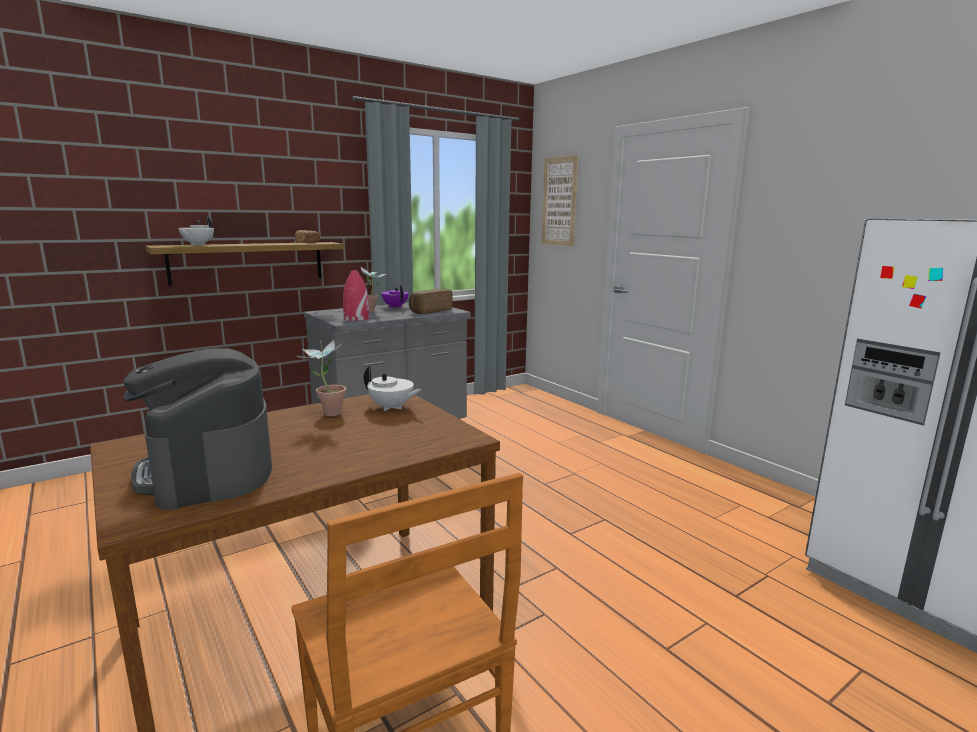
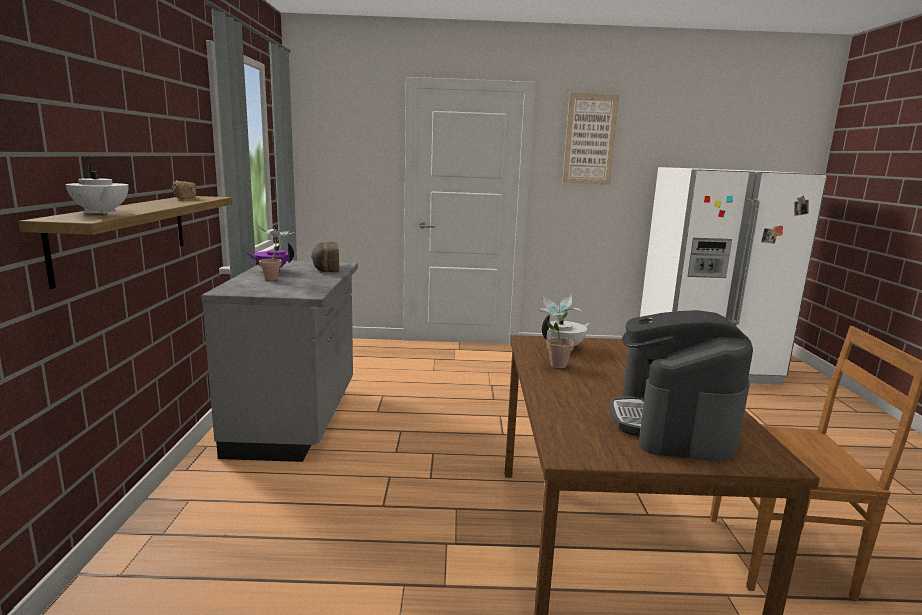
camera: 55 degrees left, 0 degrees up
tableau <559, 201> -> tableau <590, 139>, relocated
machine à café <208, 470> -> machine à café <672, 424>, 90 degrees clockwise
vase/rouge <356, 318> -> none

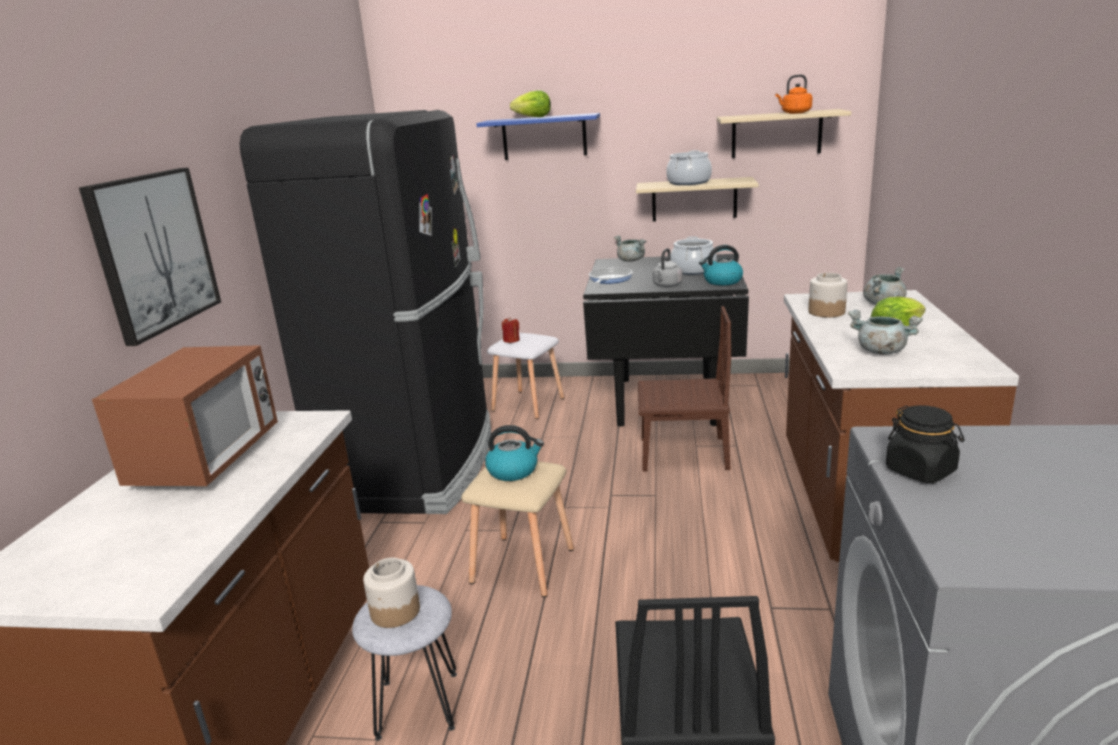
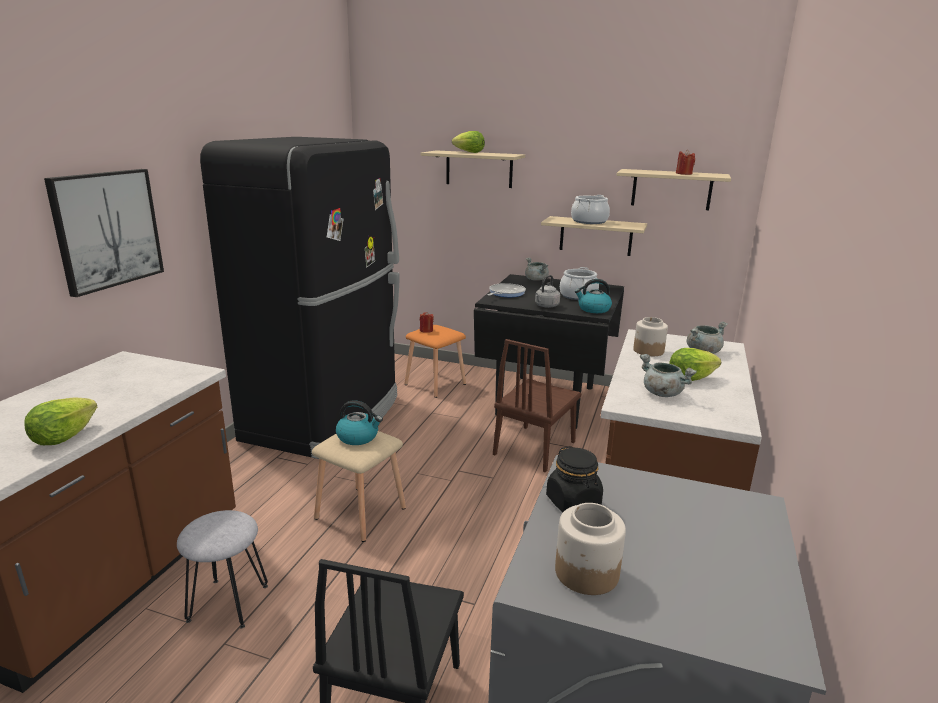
camera: 10 degrees right, 0 degrees up
none -> laitue <63, 437>
tabouret/blanc <528, 404> -> tabouret/orange <435, 384>
étagère/bleu <544, 137> -> étagère/beige <479, 169>
chaise/marron <683, 454> -> chaise/marron <534, 448>, 105 degrees clockwise
bocal <394, 611> -> bocal <586, 572>, relocated
bouilloire/orange <794, 113> -> bougie/rouge <684, 174>
micro-ondes <208, 459> -> none

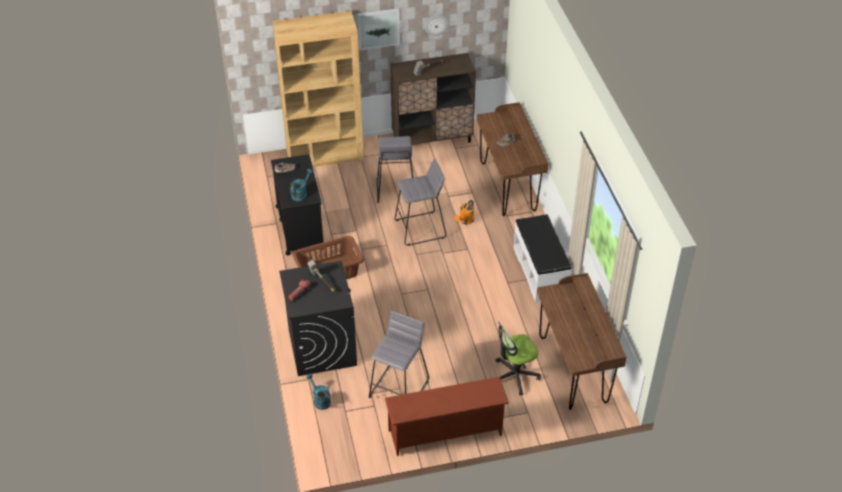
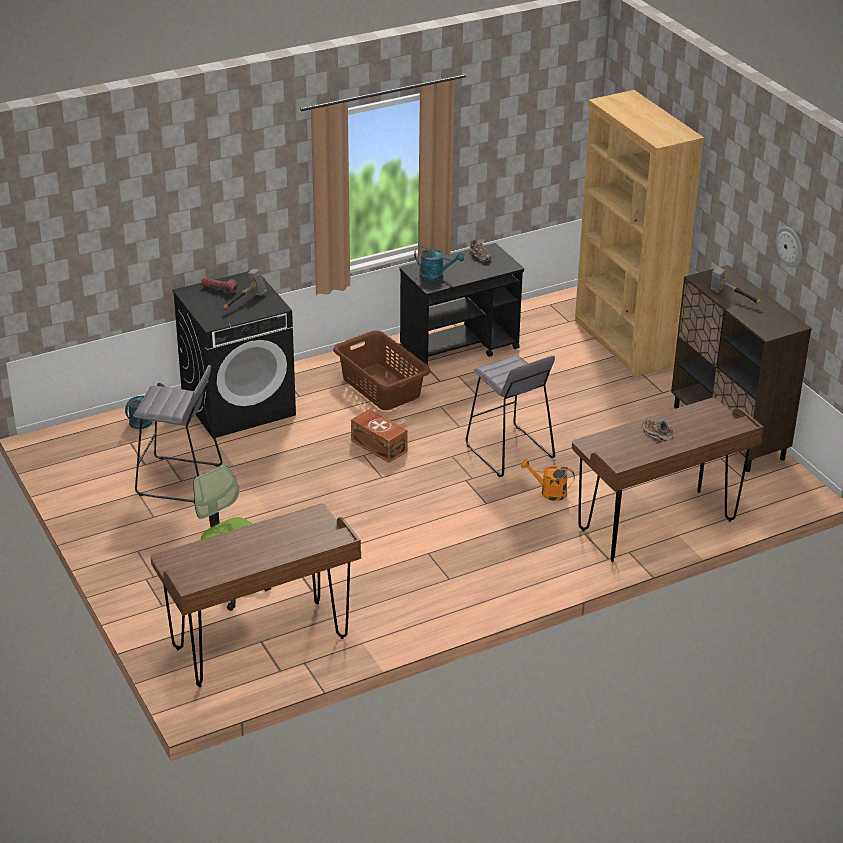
camera: 75 degrees right, 10 degrees down
none -> boîte de rangement/marron <379, 445>
tableau <378, 28> -> none
tabouret/gris <395, 189> -> none
étagère à chaussures/marron <445, 433> -> none
banc/blanc <540, 272> -> none

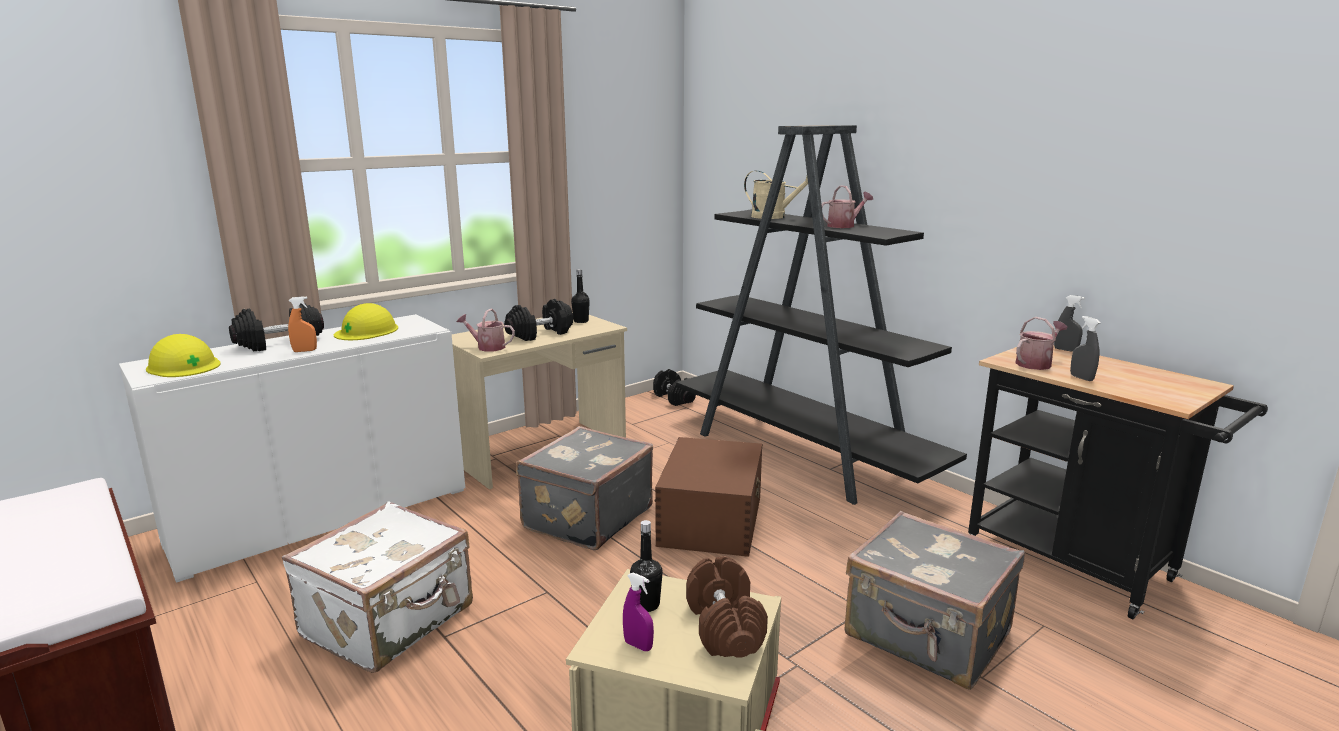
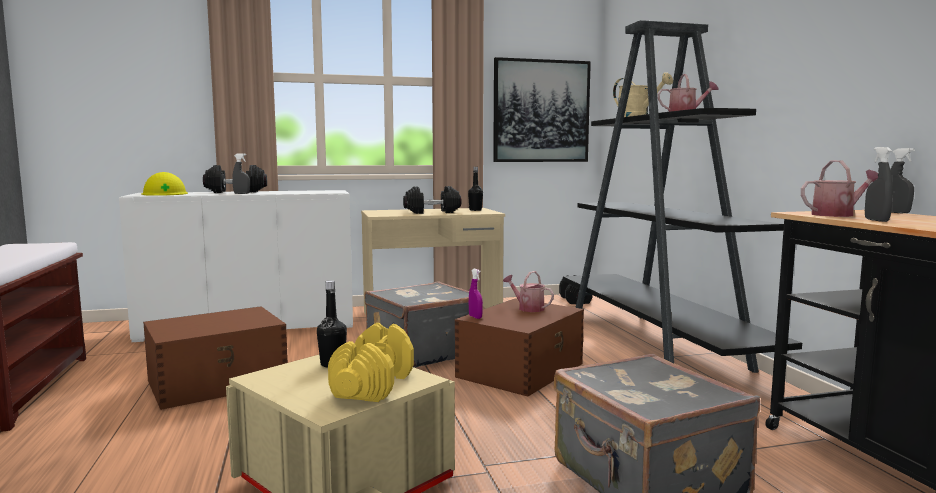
camera: 25 degrees right, 10 degrees down
valise/blanc <390, 622> -> boîte de rangement/marron <219, 382>
vaporisateur/orange <305, 351> -> vaporisateur/gris <241, 193>
haltère/marron <725, 627> -> haltère/jaune <373, 385>
vaporisateur/violet <638, 645> -> vaporisateur/violet <475, 317>, relocated
none -> tableau <541, 111>
arrosoir <487, 347> -> arrosoir <528, 308>, relocated
casque de chantier/jaune <367, 331> -> none

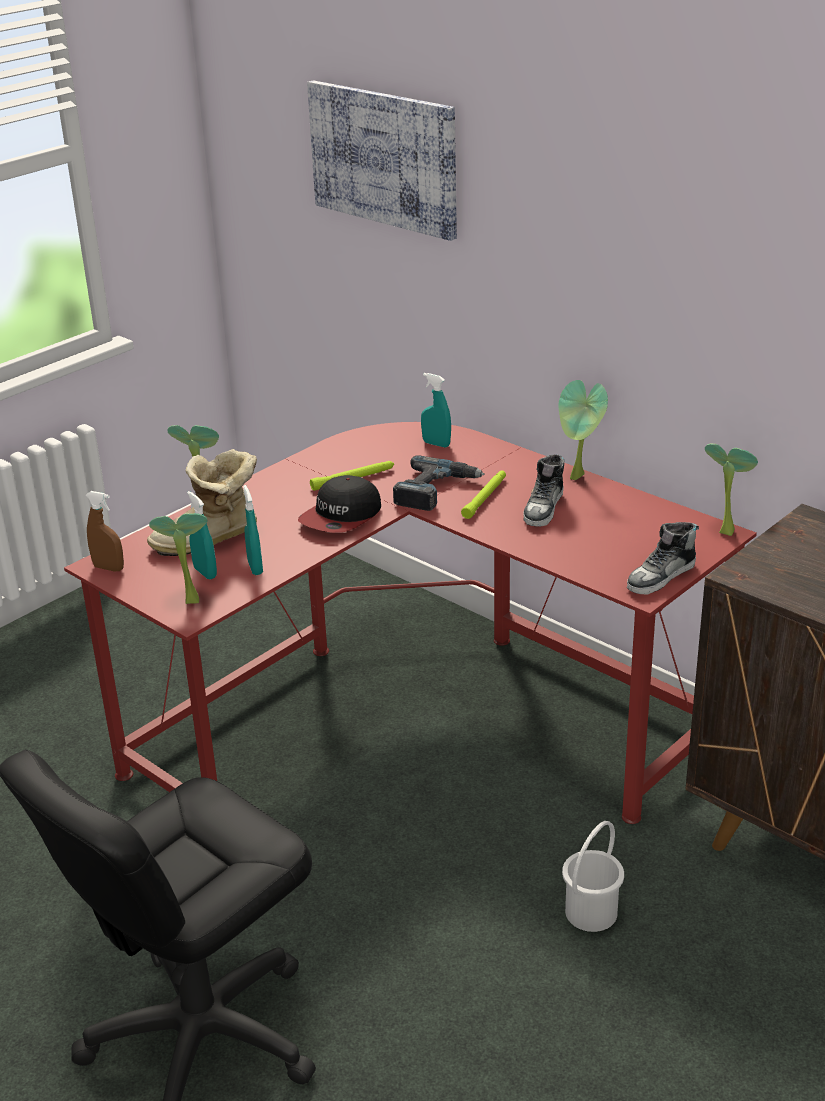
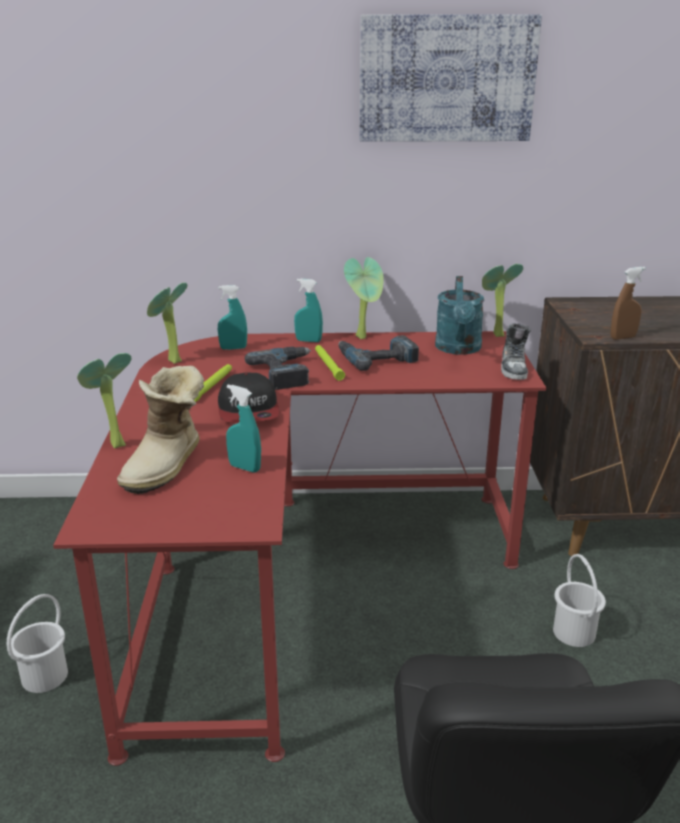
camera: 45 degrees left, 5 degrees down
none -> seau/blanc <43, 676>
plante en pot <189, 599> -> plante en pot <171, 362>, relocated
vaporisateur/turquoise <205, 572> -> vaporisateur/turquoise <308, 341>, relocated
chaussure <544, 508> -> perceuse <377, 358>
tableau <384, 158> -> tableau <447, 79>, relocated
none -> arrosoir/turquoise <458, 349>
vaporisateur/marron <108, 568> -> vaporisateur/marron <623, 337>, relocated

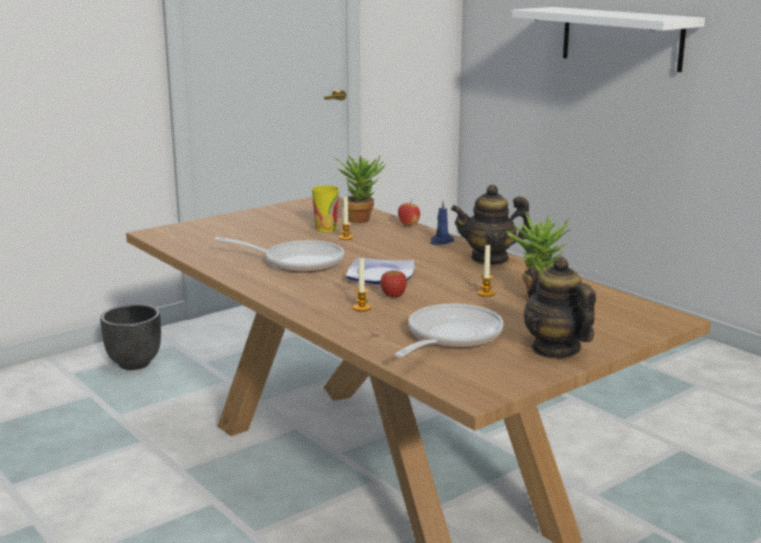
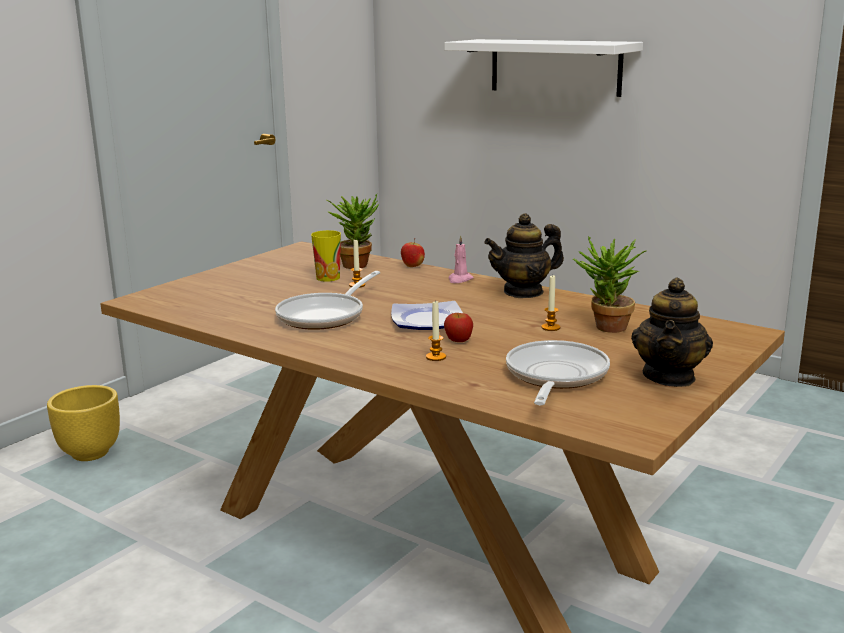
camera: 15 degrees left, 0 degrees up
cache-pot/noir <134, 364> -> cache-pot/jaune <89, 453>
poêle <297, 262> -> poêle <325, 316>, 120 degrees clockwise
bougie/bleu <441, 241> -> bougie/rose <459, 279>
théière <555, 349> -> théière <669, 377>, 120 degrees counterclockwise

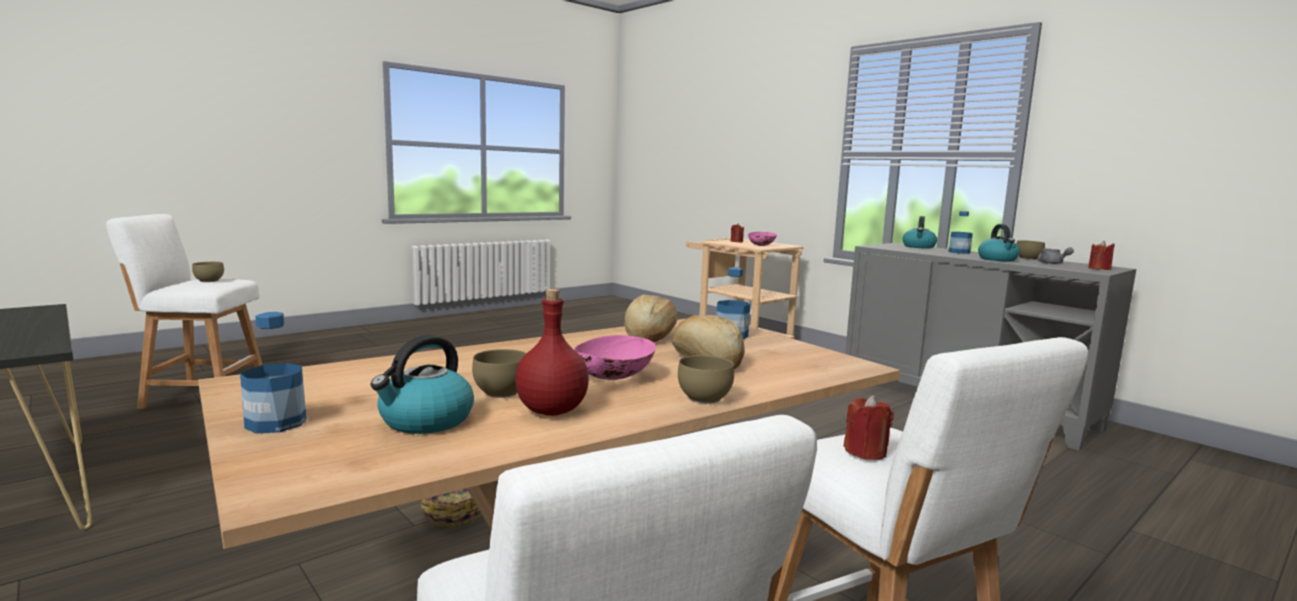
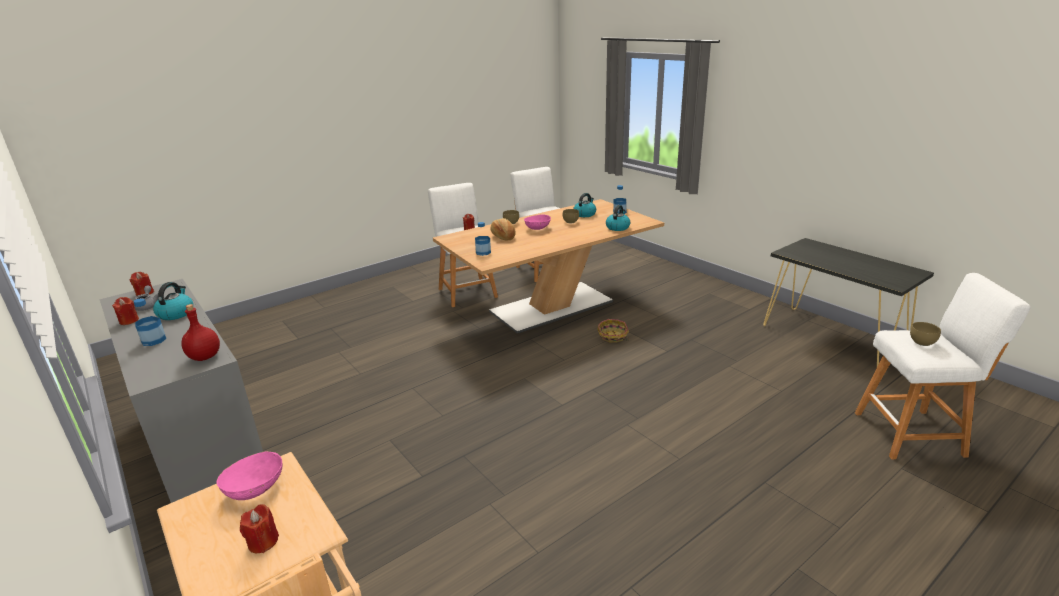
camera: 175 degrees left, 15 degrees up
bol/marron <1029, 258> -> bougie/rouge <129, 321>
bouteille/rouge <550, 411> -> bouteille/rouge <205, 356>, relocated
bouilloire <918, 247> -> bouilloire <617, 227>, relocated
pain <648, 336> -> none

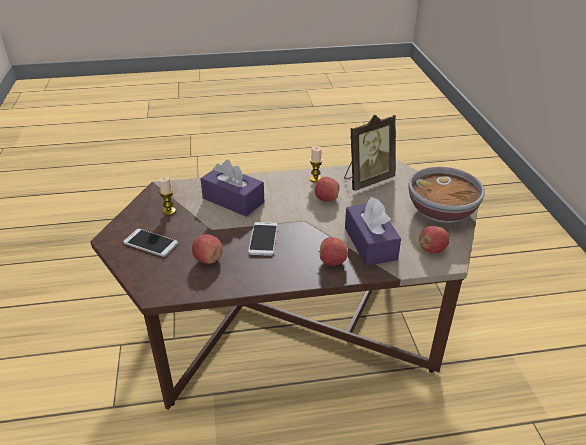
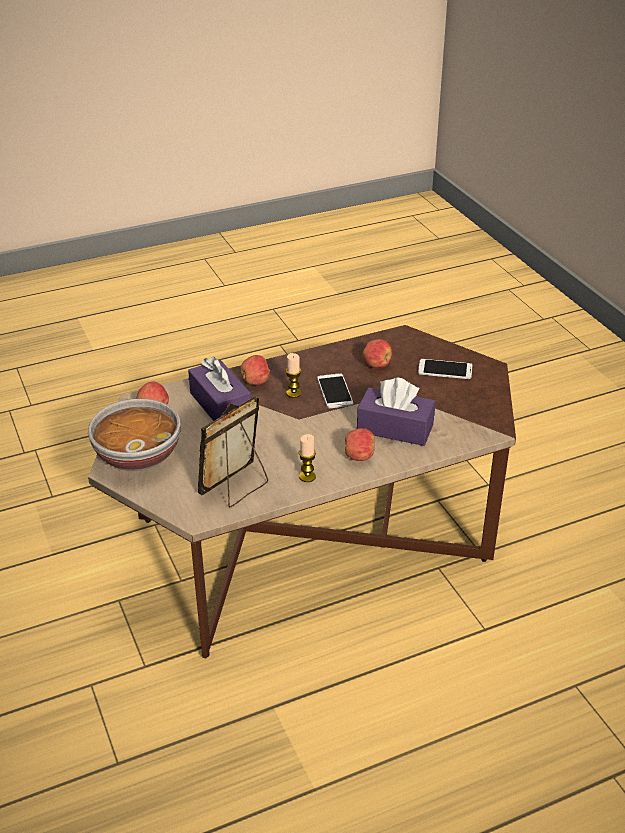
camera: 165 degrees right, 0 degrees up
bougie <169, 211> -> bougie <293, 393>, relocated
pomme <326, 199> -> pomme <359, 456>, relocated

